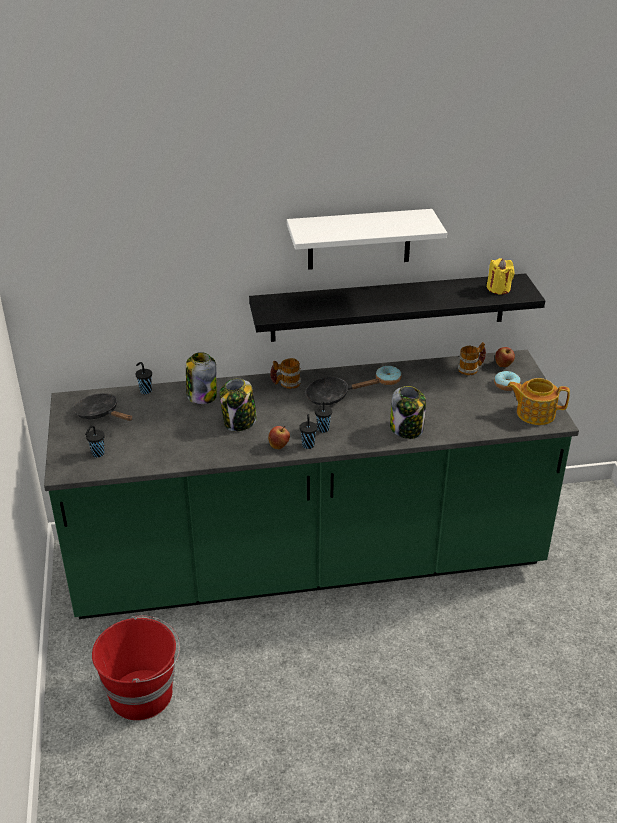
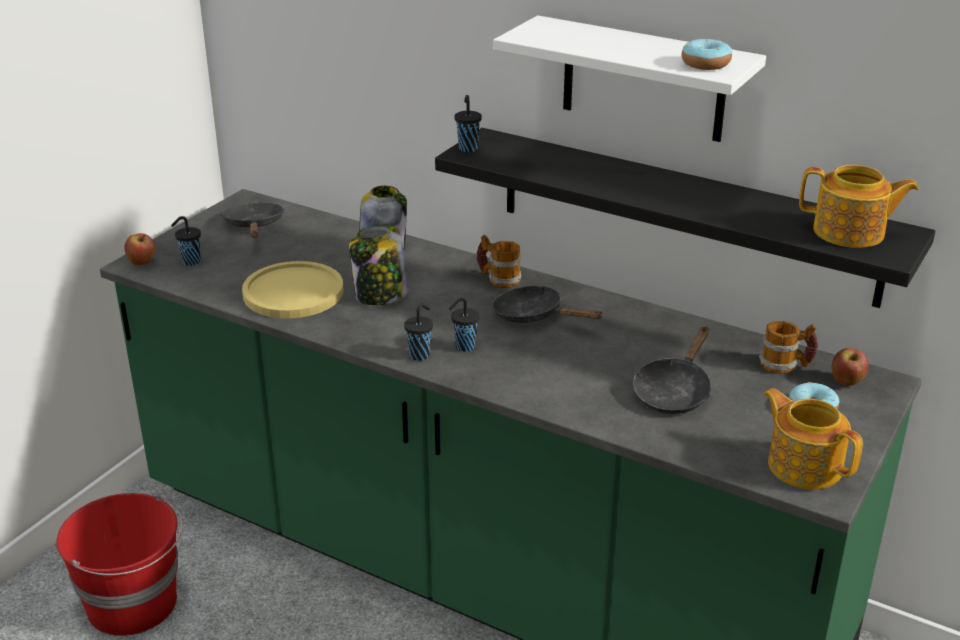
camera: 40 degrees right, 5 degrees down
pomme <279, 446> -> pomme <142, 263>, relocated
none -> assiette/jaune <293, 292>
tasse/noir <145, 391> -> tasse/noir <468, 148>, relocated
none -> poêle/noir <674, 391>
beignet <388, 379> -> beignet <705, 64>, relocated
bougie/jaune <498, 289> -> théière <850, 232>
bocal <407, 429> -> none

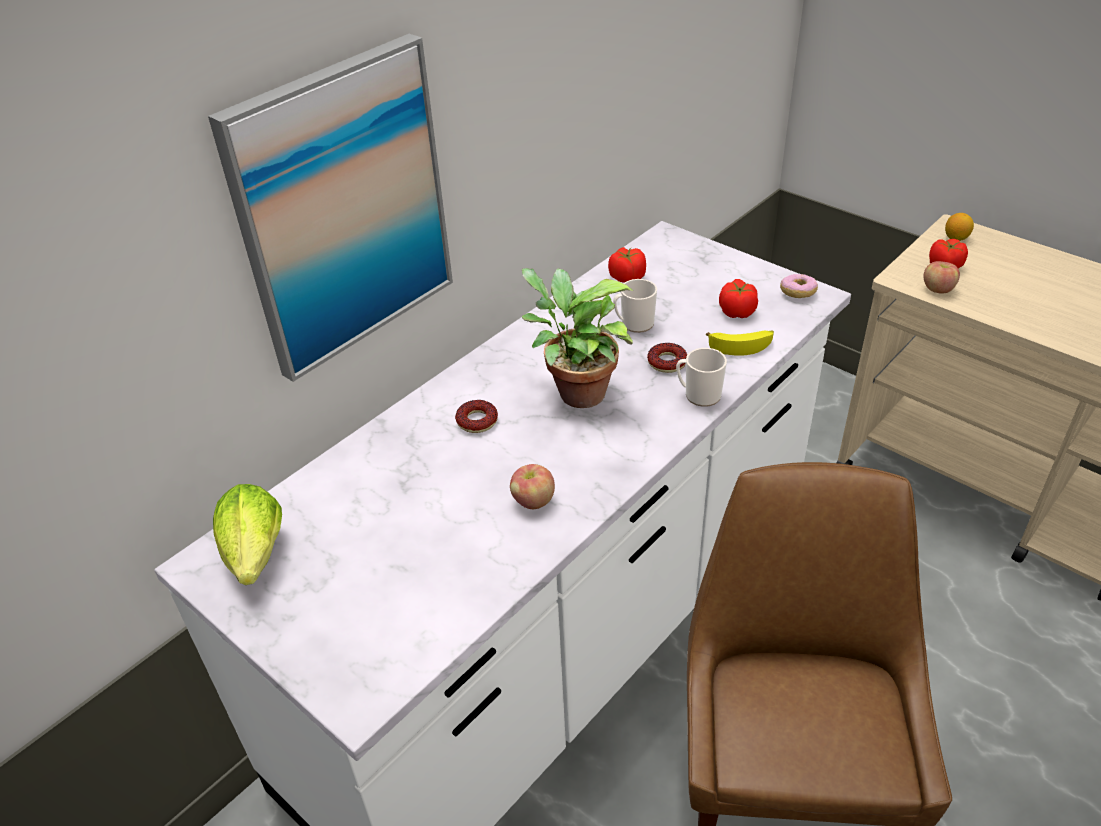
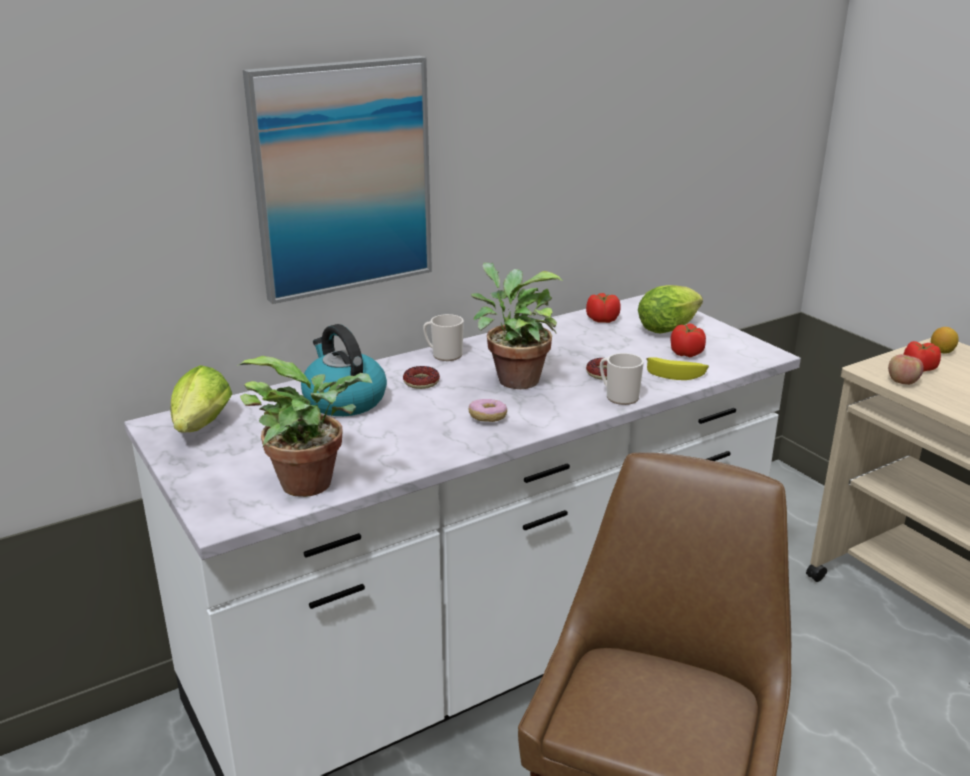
camera: 15 degrees right, 15 degrees down
none -> plante en pot <314, 483>
none -> bouilloire <343, 400>
mug <634, 324> -> mug <444, 355>, relocated
beignet <797, 293> -> beignet <487, 418>, relocated
none -> laitue <670, 328>
pomme <533, 501> -> none

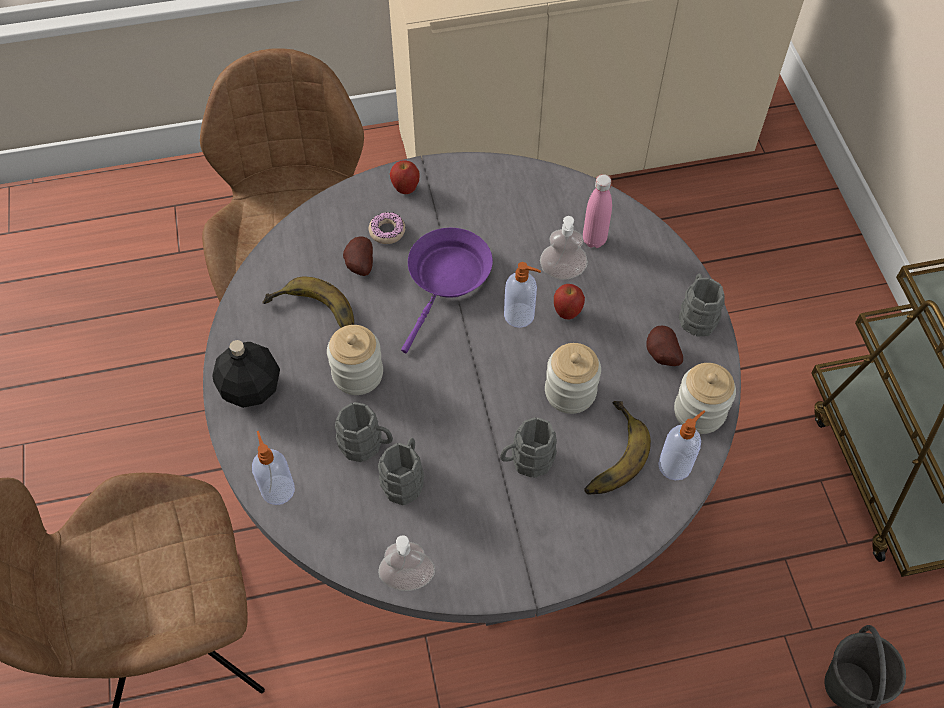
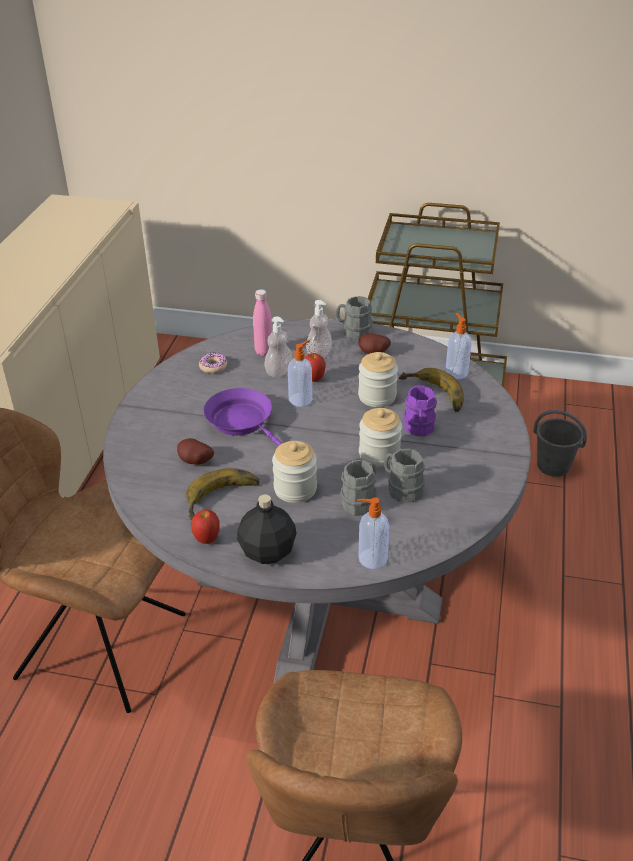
camera: 65 degrees left, 20 degrees down
pomme <405, 189> -> pomme <207, 539>, relocated
beignet <387, 231> -> beignet <213, 367>, relocated
distributeur de savon <407, 577> -> distributeur de savon <319, 354>, relocated
bocal <699, 411> -> bocal <379, 455>, relocated
mug/gris <527, 460> -> mug/violet <418, 429>

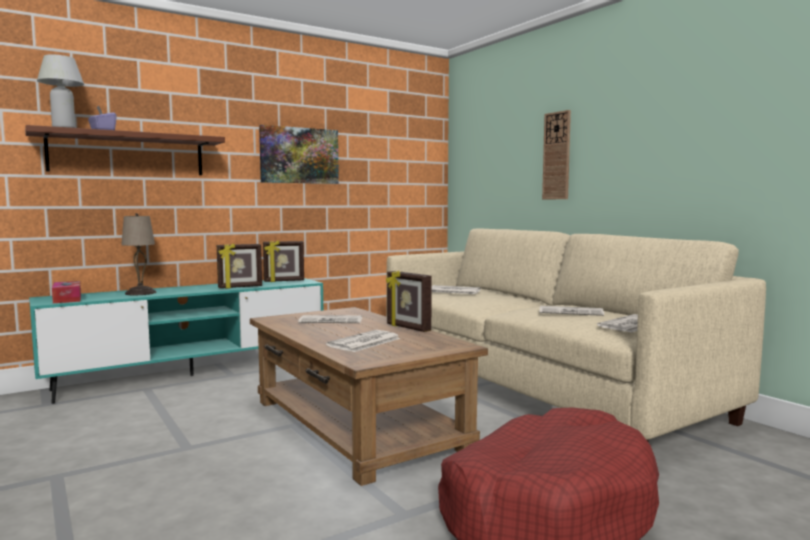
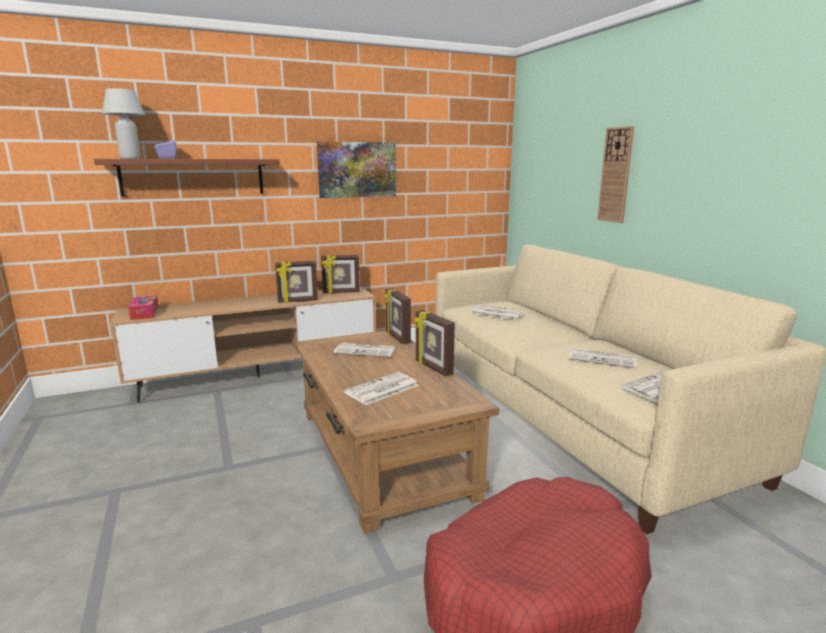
camera: 10 degrees right, 10 degrees up
meuble télé/turquoise <192, 375> -> meuble télé/marron <258, 376>
none -> cadre photo <397, 338>
lampe de table/beige <140, 293> -> none

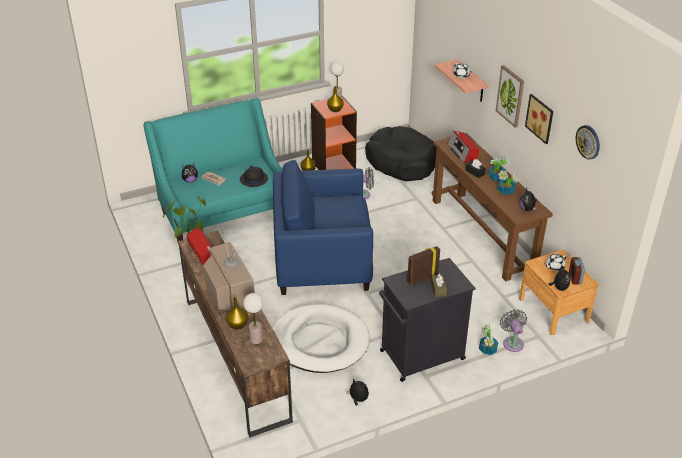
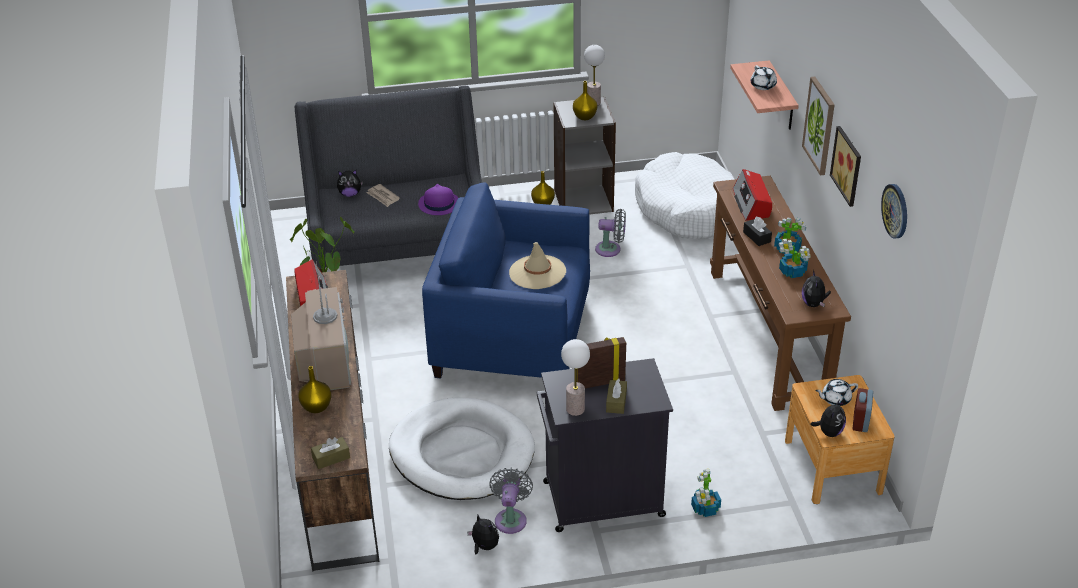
camera: 15 degrees right, 0 degrees up
canapé/turquoise <222, 210> -> canapé/gris <399, 244>
none -> boîte à mouchoirs/marron <331, 458>
chapeau/noir <253, 179> -> chapeau/violet <439, 204>
ventilateur/gris <512, 342> -> ventilateur/gris <511, 518>, relocated
none -> chapeau/beige <537, 272>
bibliothèque/orange <333, 165> -> bibliothèque/gris <583, 200>
lampe de table <256, 339> -> lampe de table <575, 409>, relocated
panier pour chien/noir <401, 162> -> panier pour chien/blanc <687, 209>

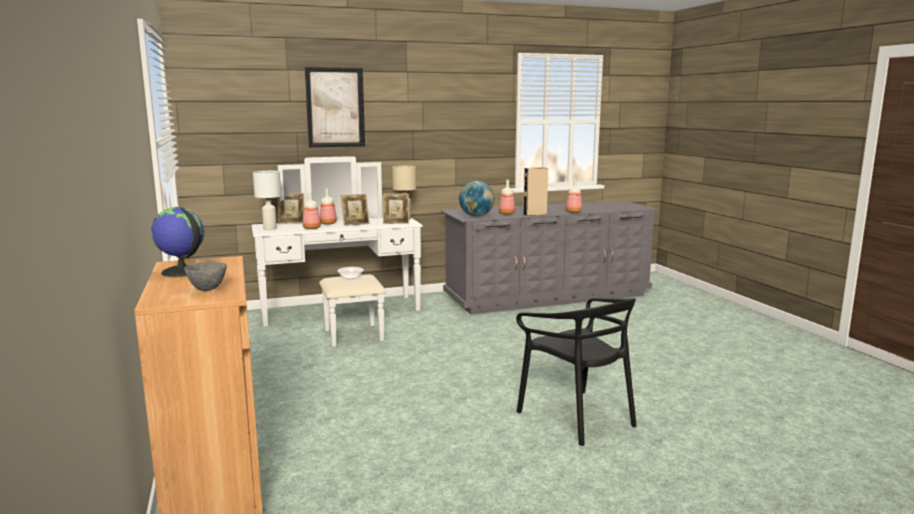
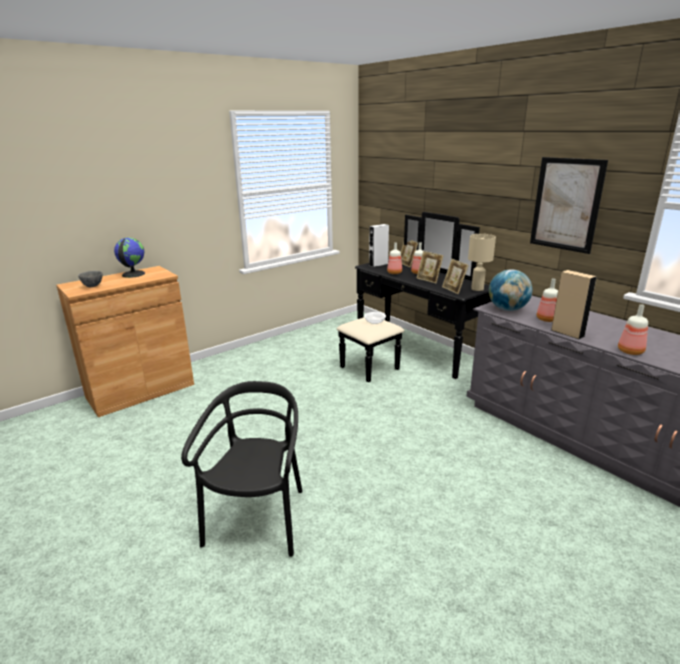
camera: 70 degrees right, 10 degrees up
chaise/noir <577, 417> -> chaise/noir <258, 519>, 150 degrees clockwise
commode/blanc <344, 315> -> commode/noir <407, 353>
lampe de table/blanc <270, 228> -> enceinte/blanc <378, 264>
tableau <335, 107> -> tableau <566, 204>, relocated

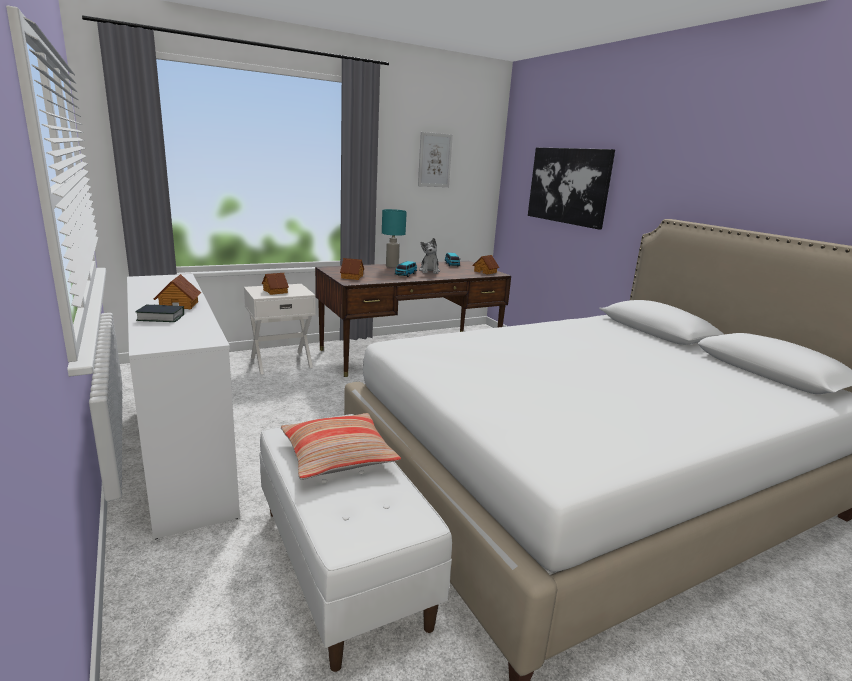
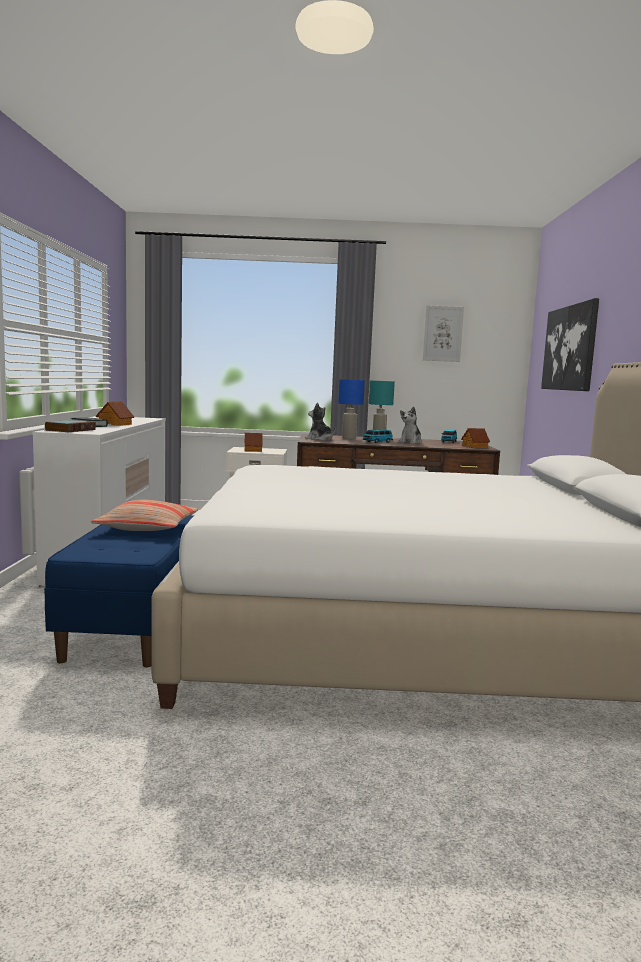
camera: 30 degrees right, 10 degrees down
banc/blanc <343, 564> -> banc/bleu <136, 624>
none -> livre <70, 430>
maison miniature <352, 277> -> peluche <319, 439>
none -> lampe de table/bleu <349, 438>

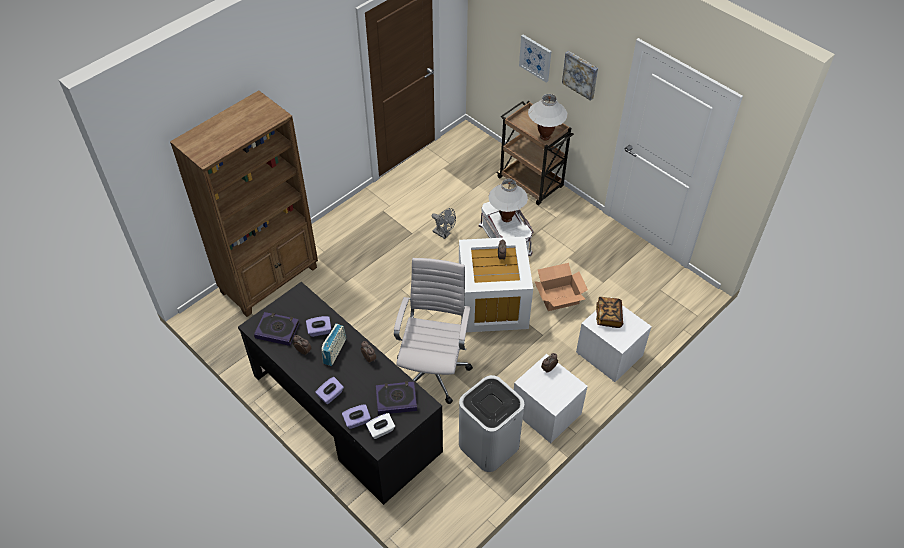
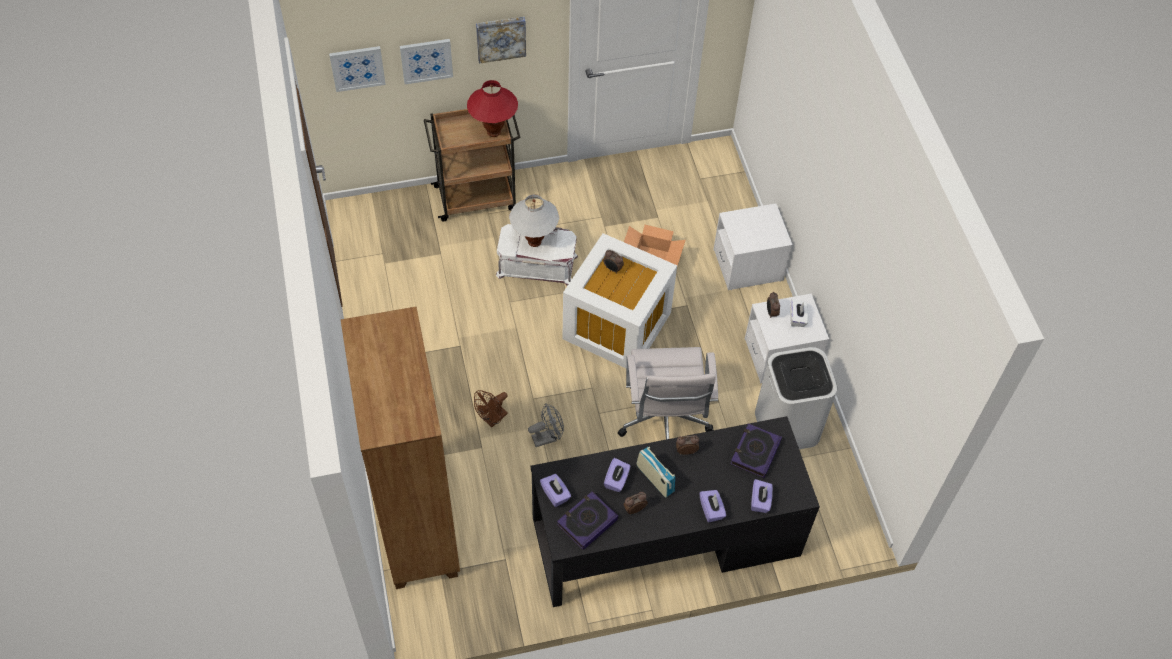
camera: 60 degrees left, 5 degrees up
none -> tableau <357, 68>
lampe de table/blanc <545, 137> -> lampe de table/rouge <494, 132>
none -> ventilateur/marron <492, 419>
ventilateur/gris <443, 234> -> ventilateur/gris <547, 437>, relocated
none -> boîte à mouchoirs/violet <555, 494>
chaise de bureau/blanc <433, 369> -> chaise de bureau/blanc <664, 425>, 135 degrees counterclockwise
boîte à mouchoirs/blanc <381, 430> -> boîte à mouchoirs/blanc <797, 318>, relocated
livre <608, 316> -> none

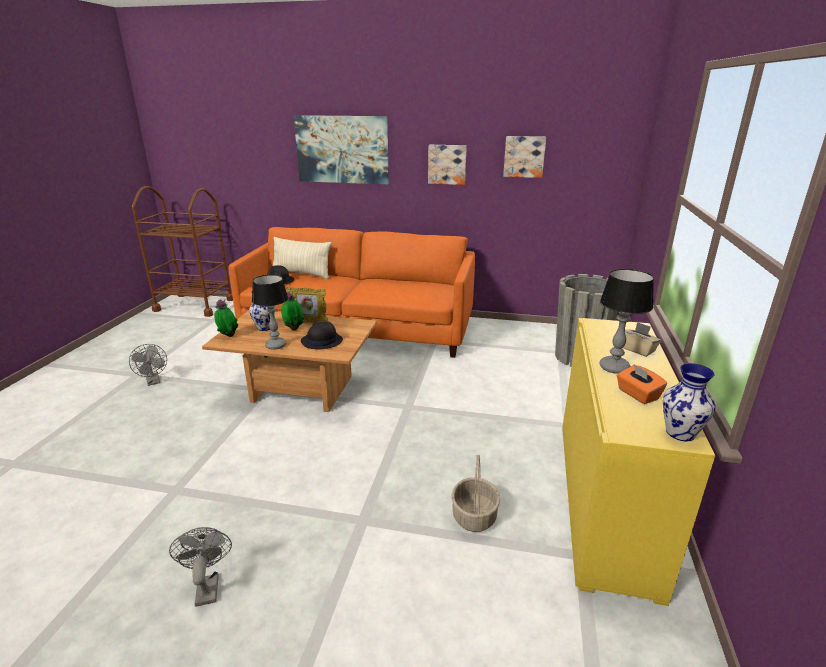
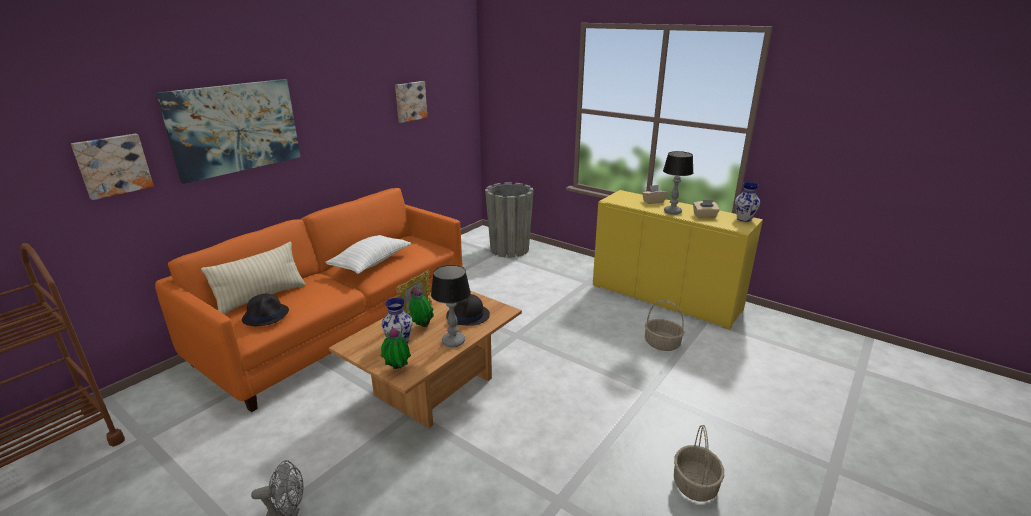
camera: 65 degrees left, 0 degrees up
tableau <447, 164> -> tableau <113, 165>, relocated
none -> coussin/blanc <371, 263>
ventilateur/gris <207, 586> -> panier <695, 485>
boîte à mouchoirs/orange <637, 394> -> boîte à mouchoirs/beige <704, 216>

